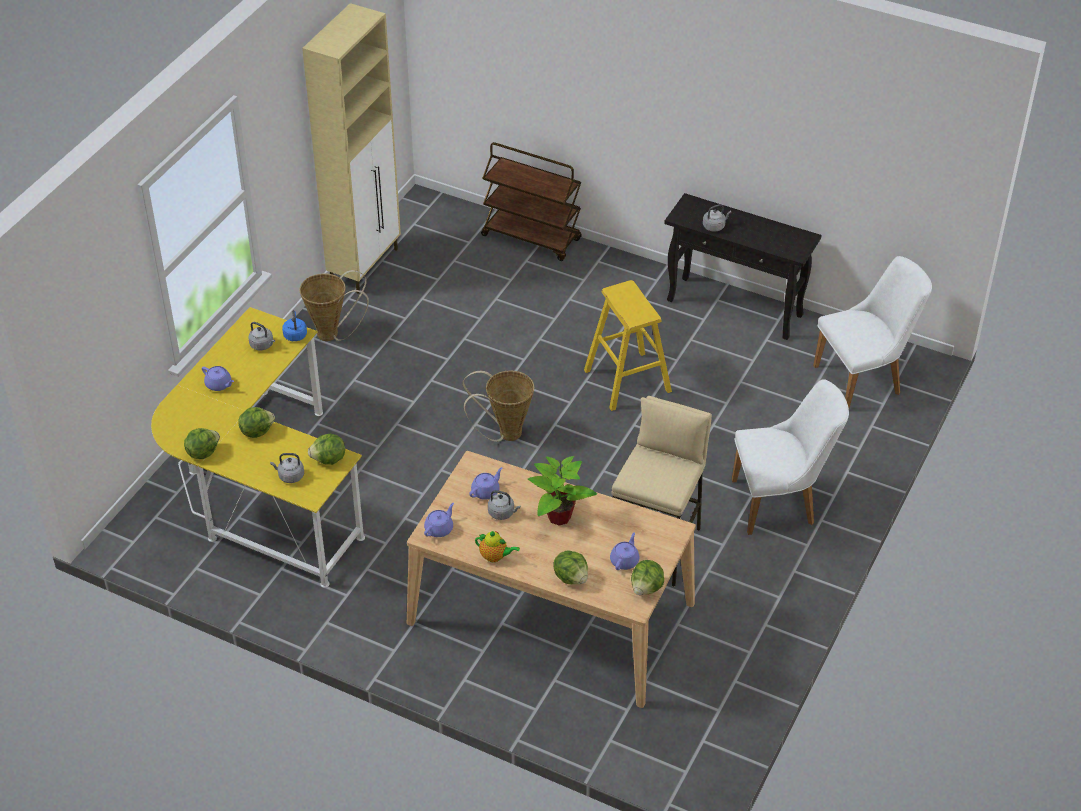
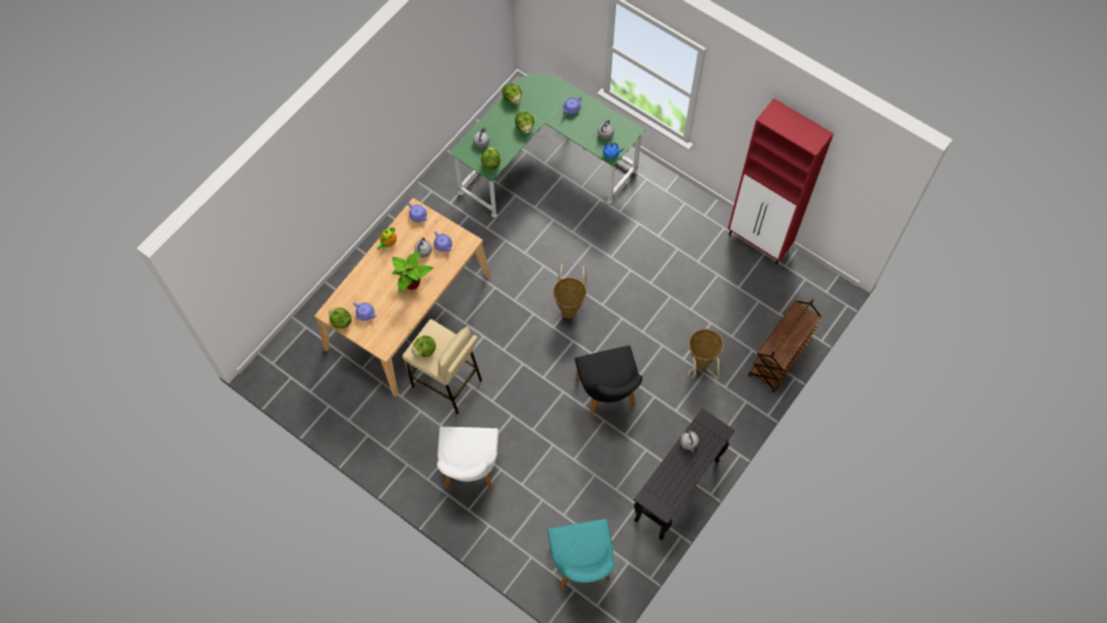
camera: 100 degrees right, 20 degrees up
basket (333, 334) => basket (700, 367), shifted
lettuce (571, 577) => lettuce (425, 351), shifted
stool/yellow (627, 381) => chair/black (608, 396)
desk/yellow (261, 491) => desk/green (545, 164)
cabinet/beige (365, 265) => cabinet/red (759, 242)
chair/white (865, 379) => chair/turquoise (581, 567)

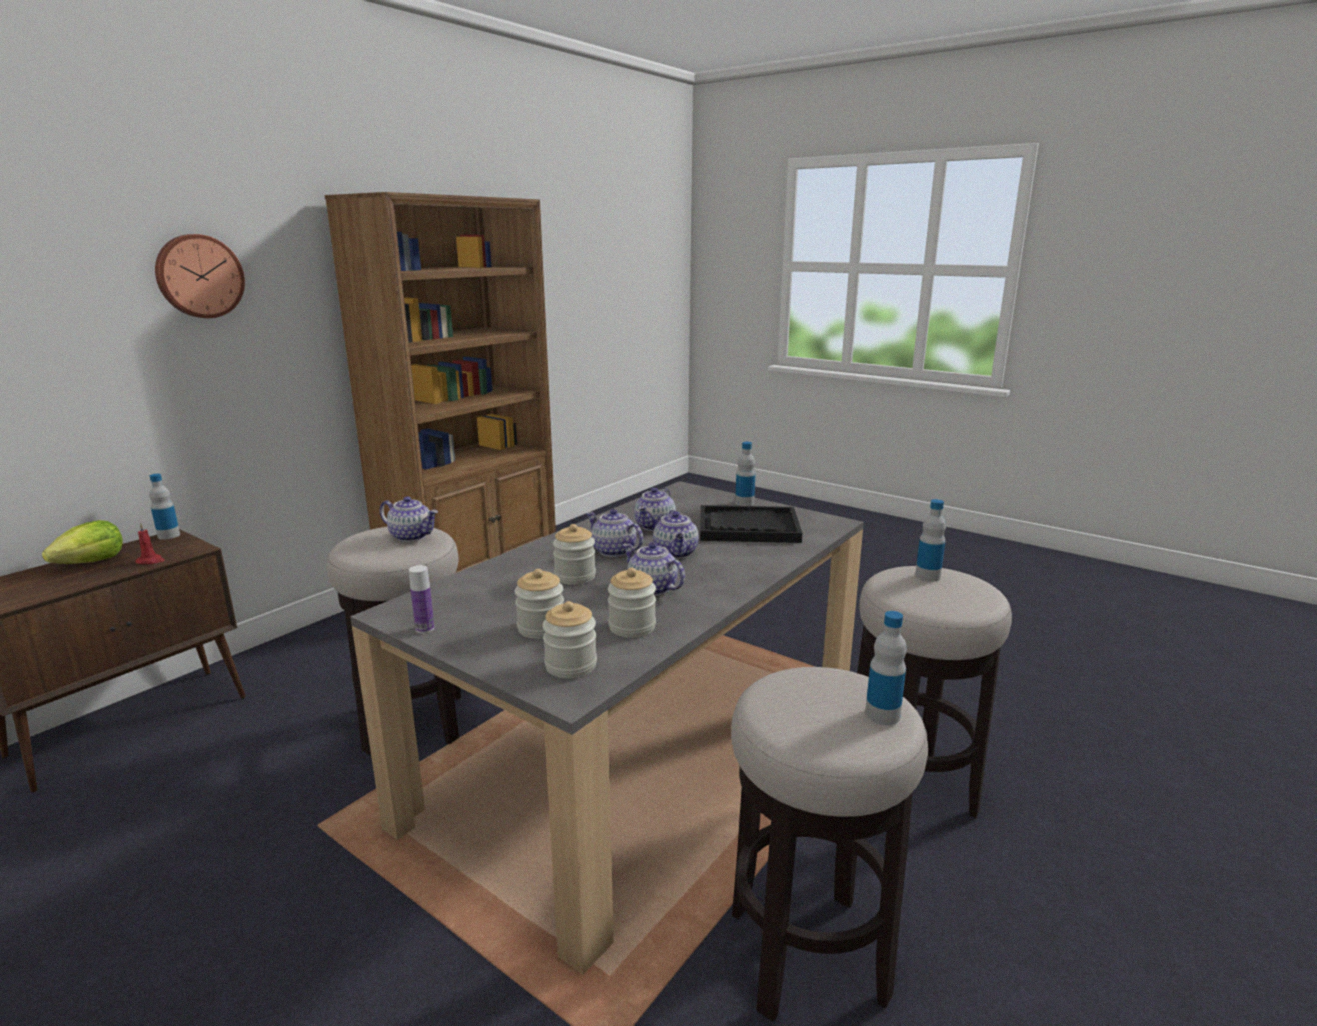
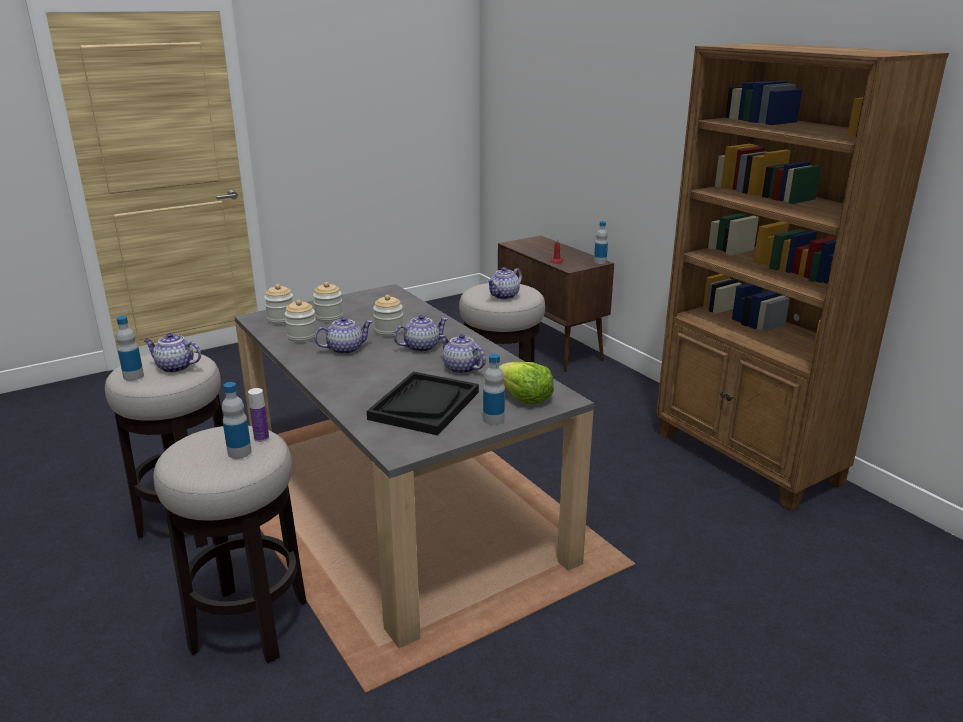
camera: 110 degrees right, 5 degrees up
wall clock (199, 276) => nothing
lettuce (91, 562) => lettuce (524, 398), shifted
bottle (425, 629) => bottle (261, 438), shifted
teapot (676, 553) => teapot (174, 367), shifted

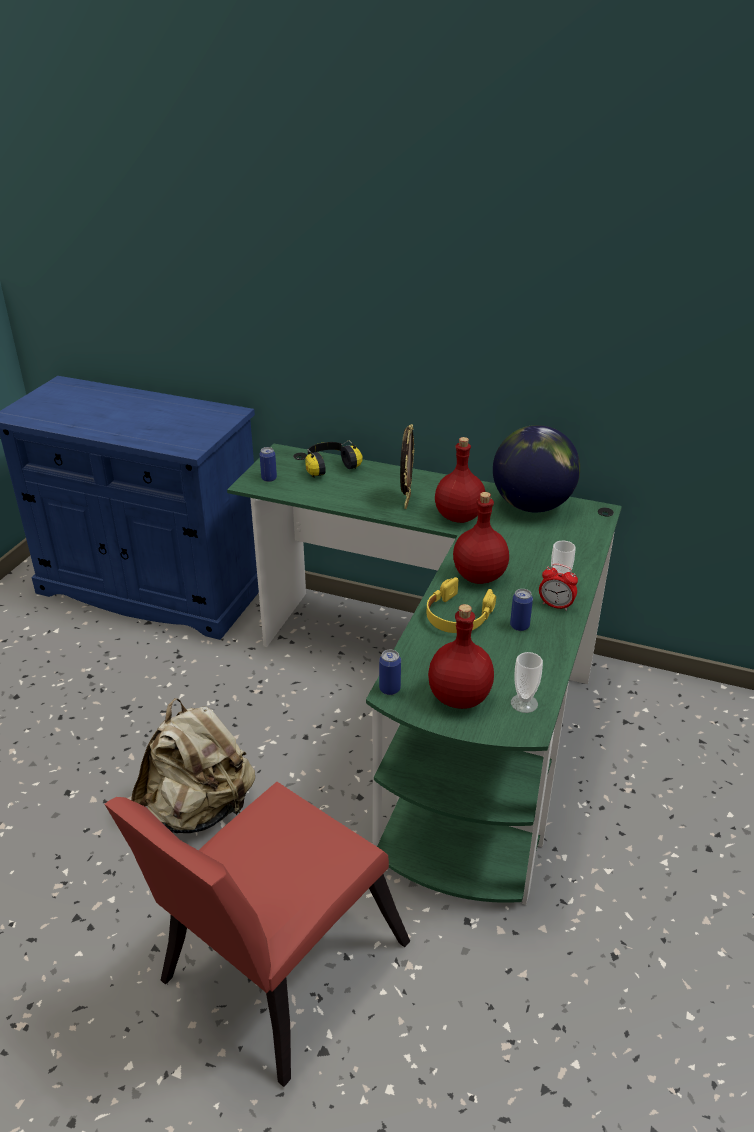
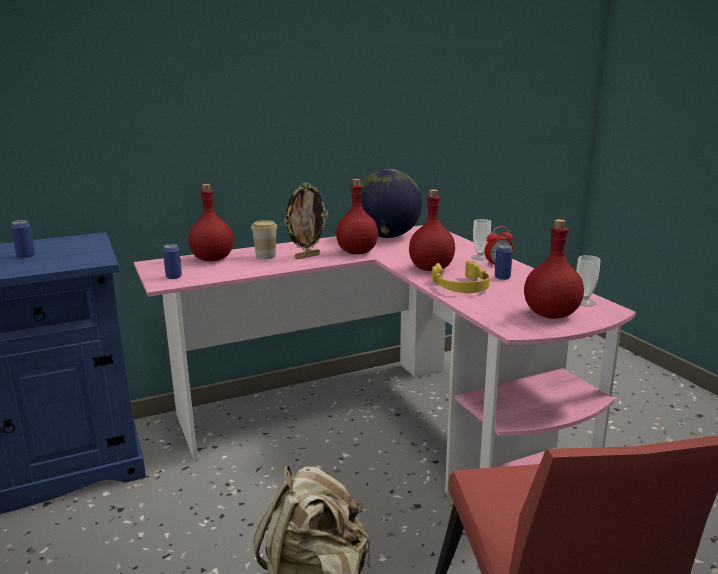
camera: 45 degrees left, 15 degrees down
nothing => cup (265, 256)
can (389, 689) => can (26, 256), shifted
headphones (330, 467) => bottle/red (212, 259)
desk/green (442, 709) => desk/pink (386, 426)
picture frame (406, 501) => picture frame (307, 256), 90 degrees clockwise

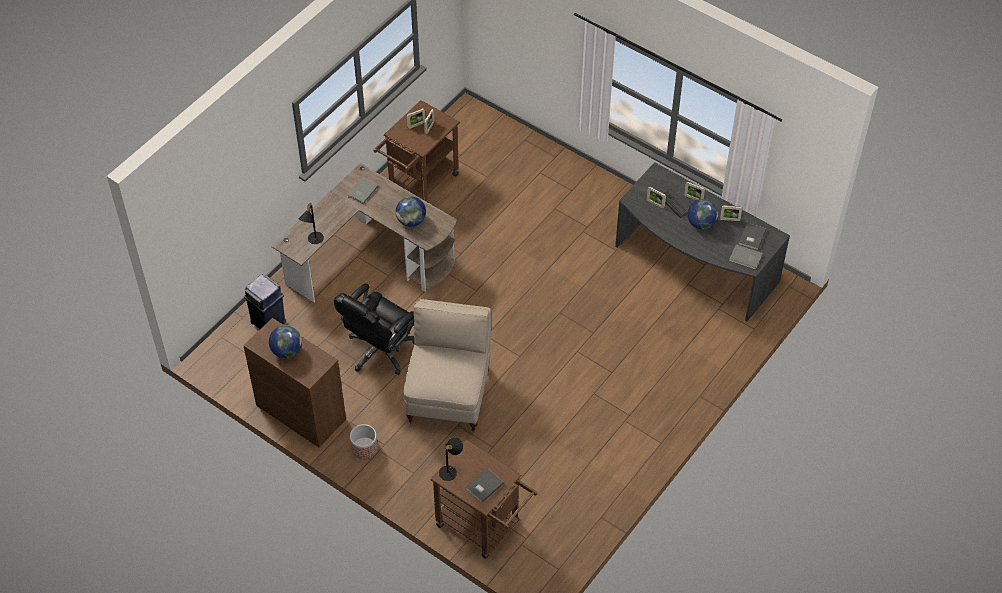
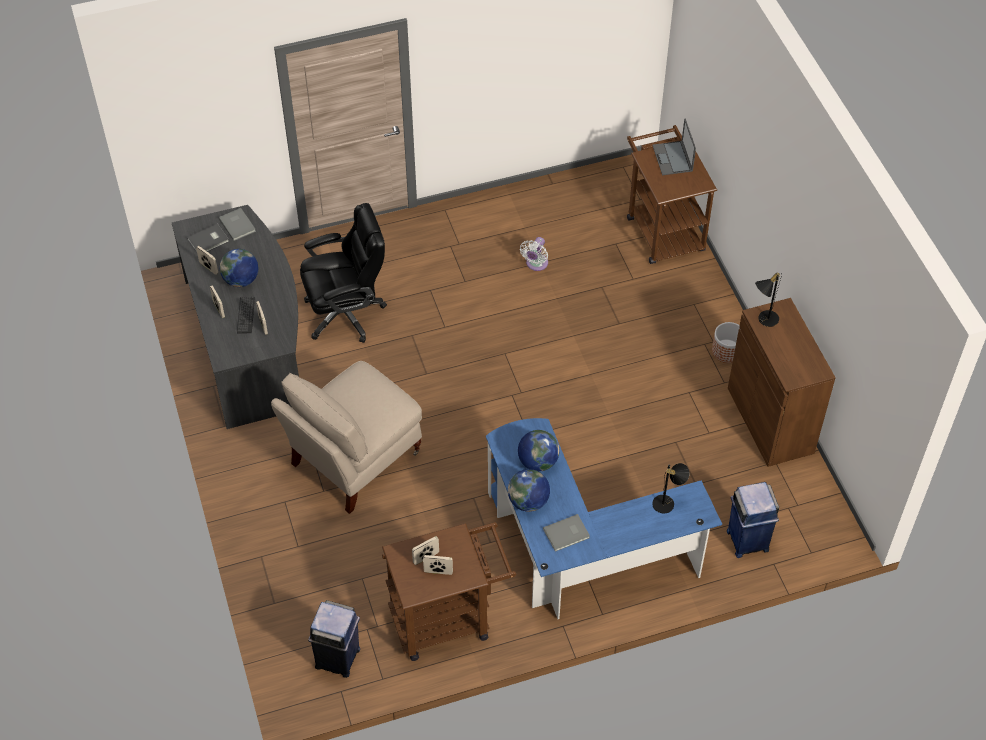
camera: 145 degrees left, 0 degrees up
nothing => trash can/blue (338, 658)
nothing => fan/white (536, 264)
globe (287, 351) => globe (528, 501), shifted
office chair/black (380, 350) => office chair/black (346, 313), shifted
chair/beige (449, 395) => chair/beige (354, 460), shifted
table lamp/black (450, 471) => table lamp/black (764, 318), shifted
book/grey (483, 486) => laptop (673, 158)
desk/brown (371, 258) => desk/blue (578, 552)

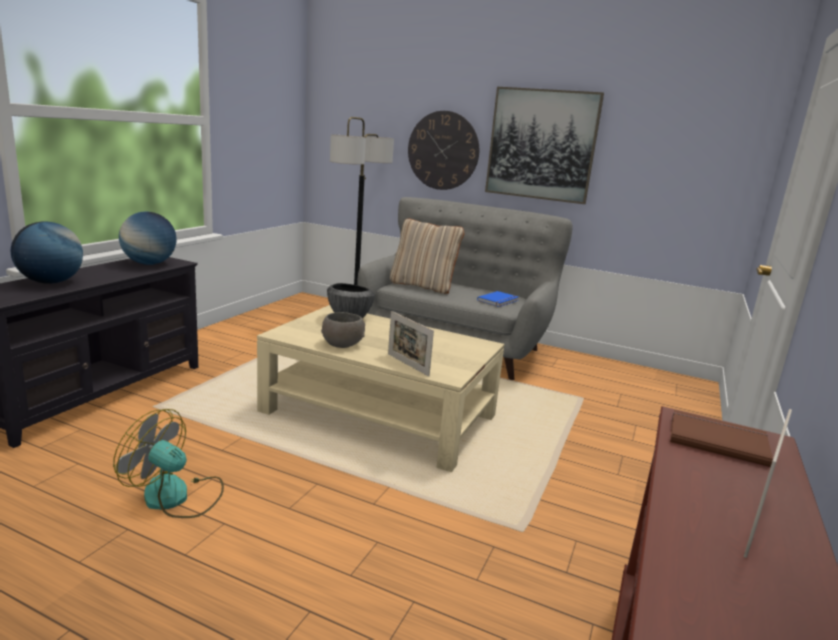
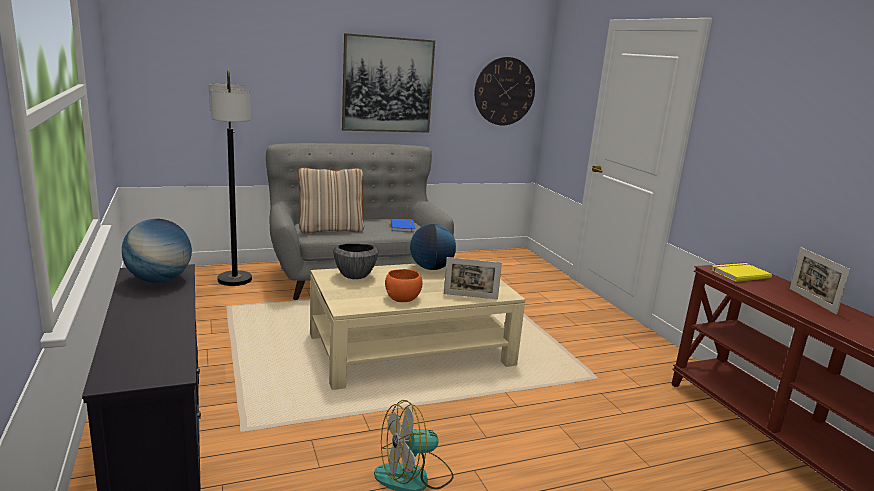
camera: 45 degrees left, 0 degrees up
globe (51, 282) => globe (431, 268), shifted
wall clock (443, 150) => wall clock (504, 91), shifted
bowl/grey (342, 344) => bowl/orange (402, 298)
book/brown (717, 439) => book/yellow (739, 274)

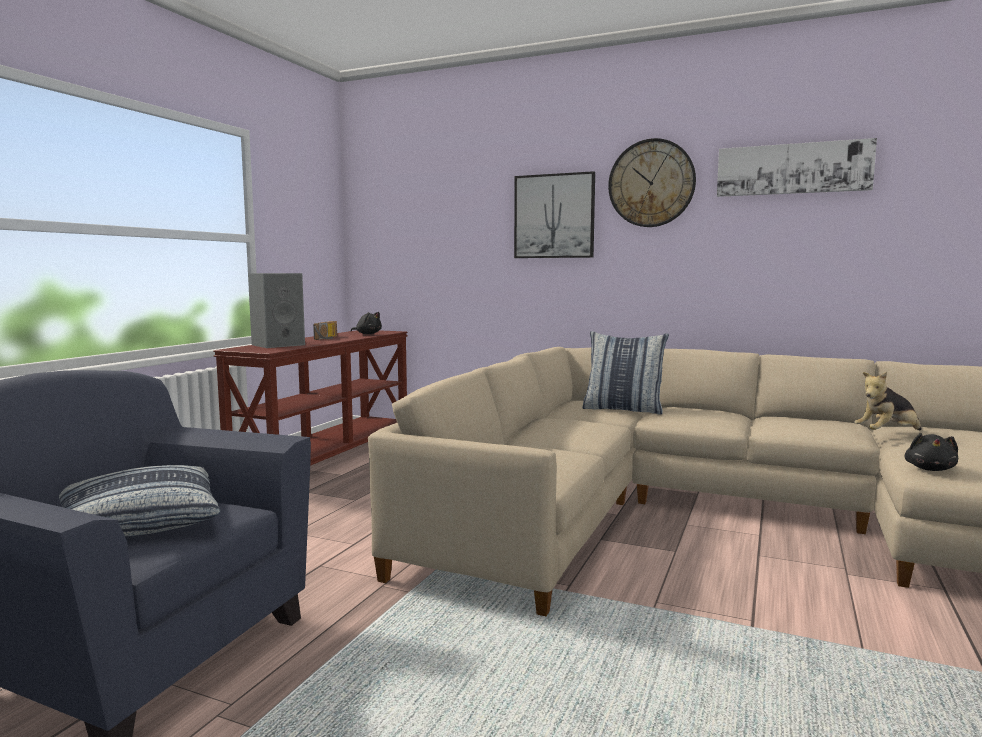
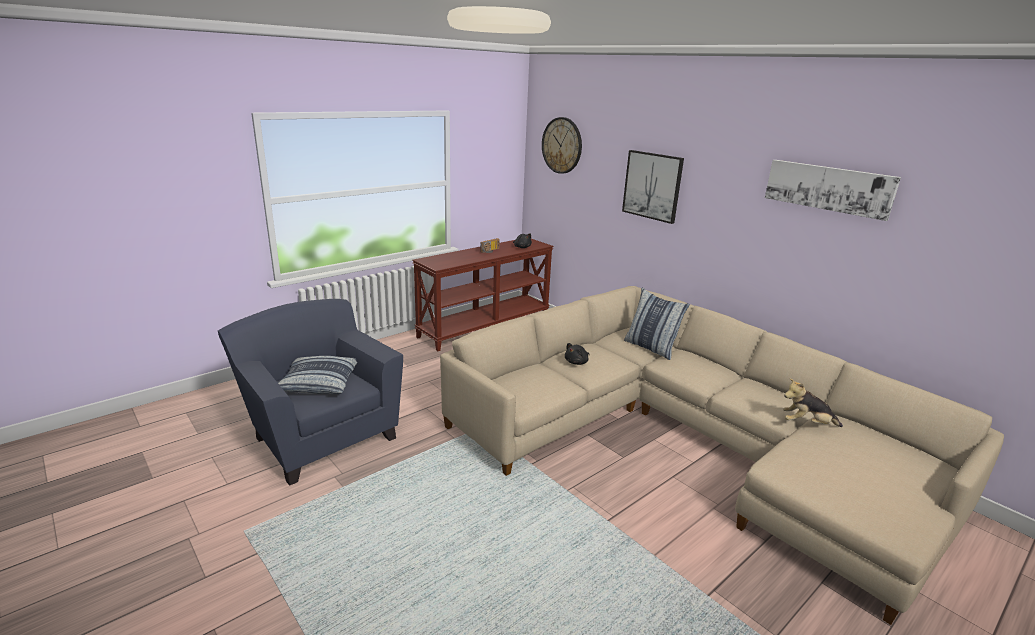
camera: 25 degrees right, 15 degrees up
speaker/grey (279, 345) => nothing
wall clock (651, 183) => wall clock (562, 145), shifted
plush toy/black (930, 469) => plush toy/black (577, 362), shifted

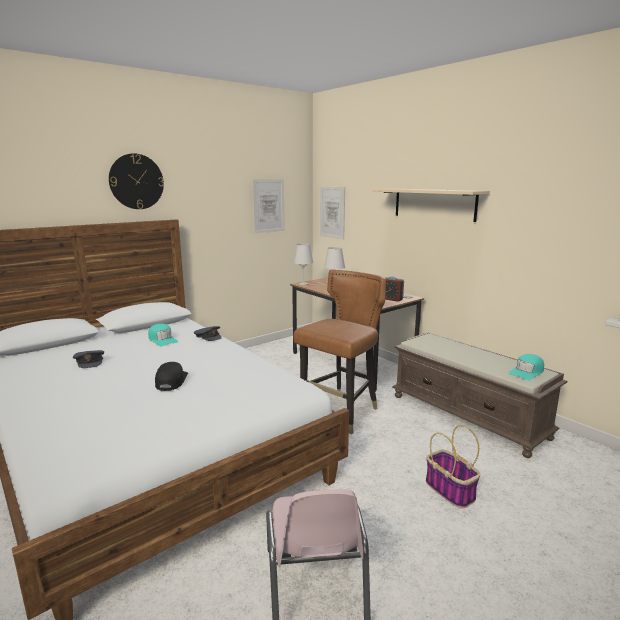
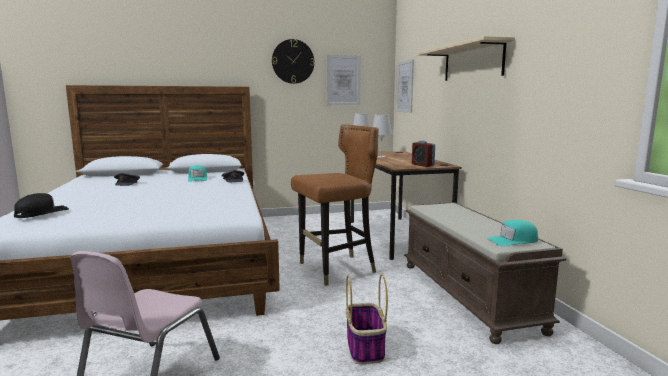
camera: 25 degrees right, 5 degrees down
wall clock (136, 181) => wall clock (293, 61), shifted
cap/black (171, 381) => cap/black (41, 212), shifted

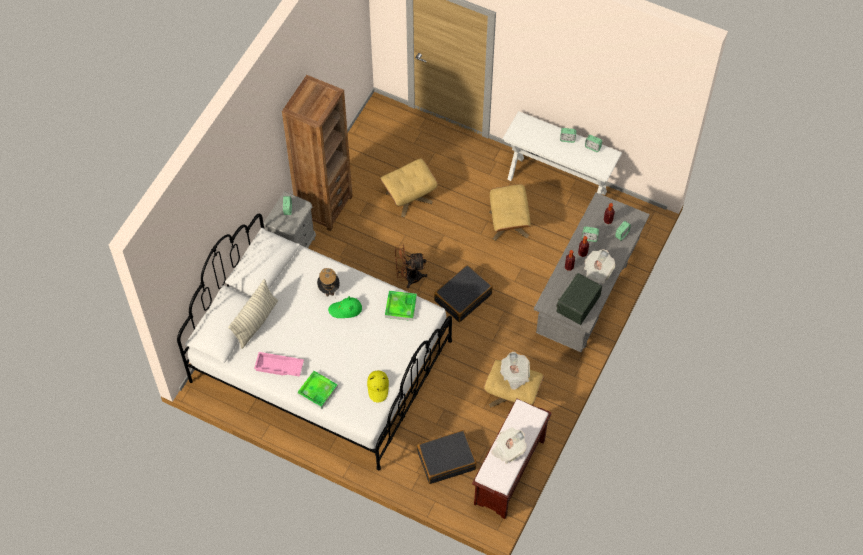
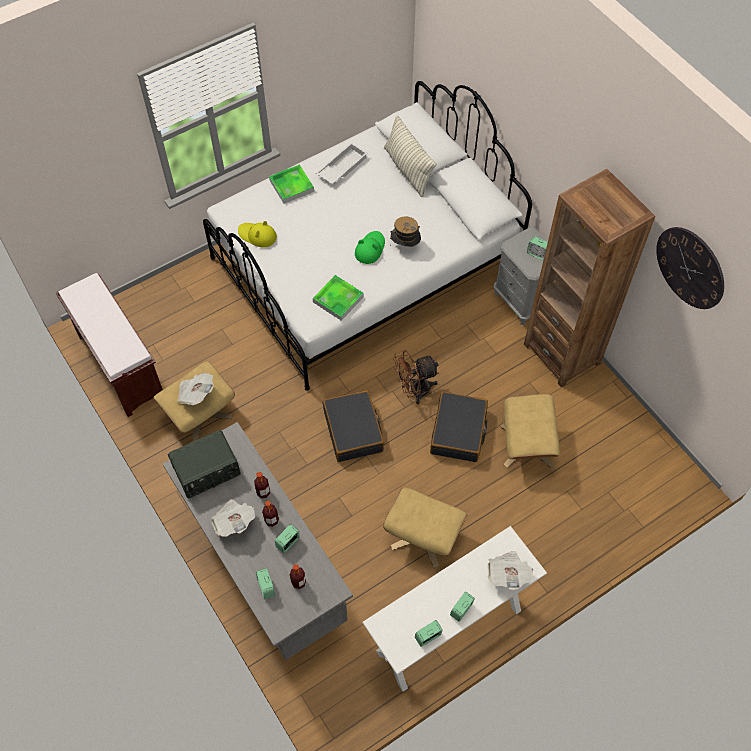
camera: 120 degrees right, 0 degrees up
nothing => wall clock (690, 267)
suitcase/black (446, 460) => suitcase/black (458, 432), shifted
newspaper (508, 449) => newspaper (508, 574), shifted
tray/pink (279, 367) => tray/white (341, 167)
fan/brown (408, 277) => fan/brown (414, 390), 135 degrees counterclockwise
radio (577, 304) => radio (207, 472), 90 degrees clockwise

